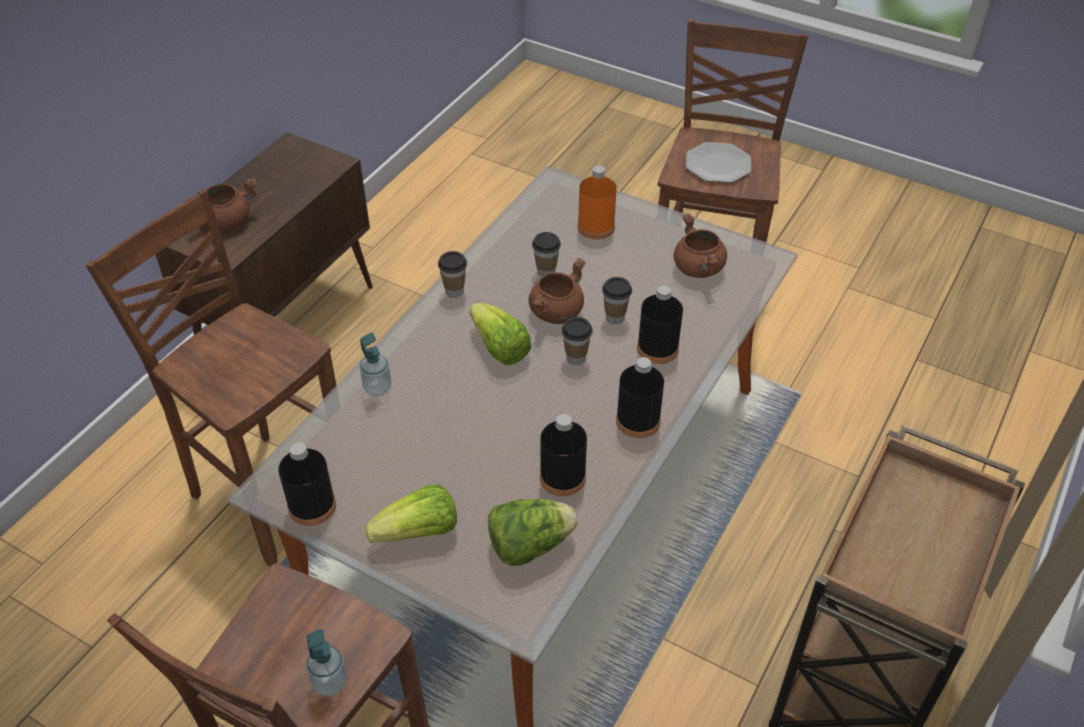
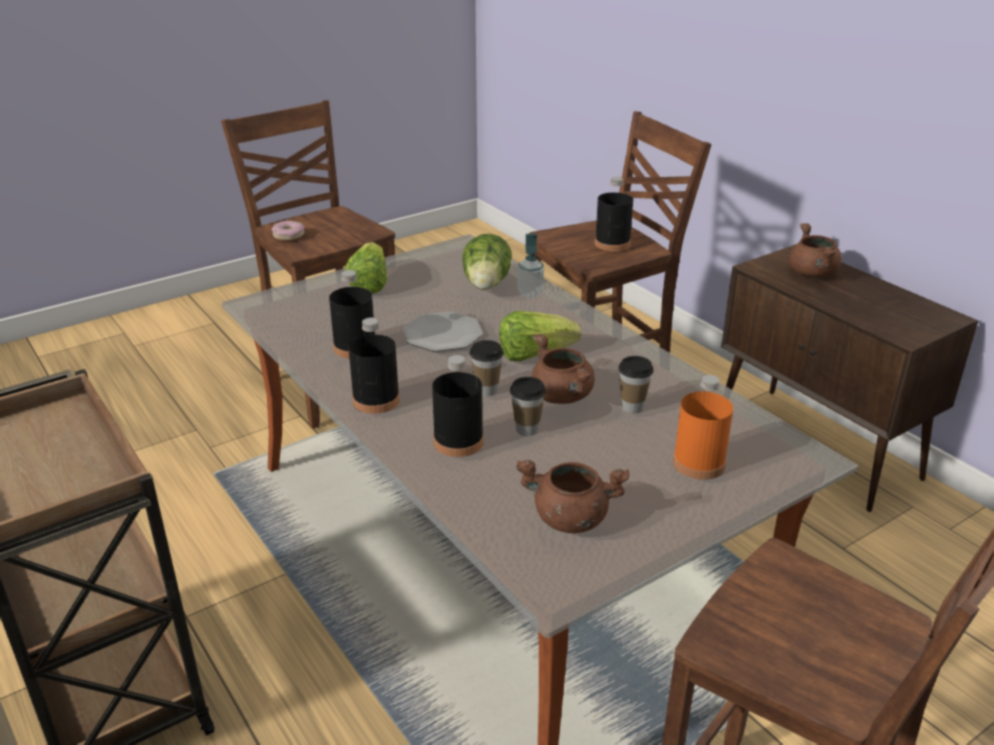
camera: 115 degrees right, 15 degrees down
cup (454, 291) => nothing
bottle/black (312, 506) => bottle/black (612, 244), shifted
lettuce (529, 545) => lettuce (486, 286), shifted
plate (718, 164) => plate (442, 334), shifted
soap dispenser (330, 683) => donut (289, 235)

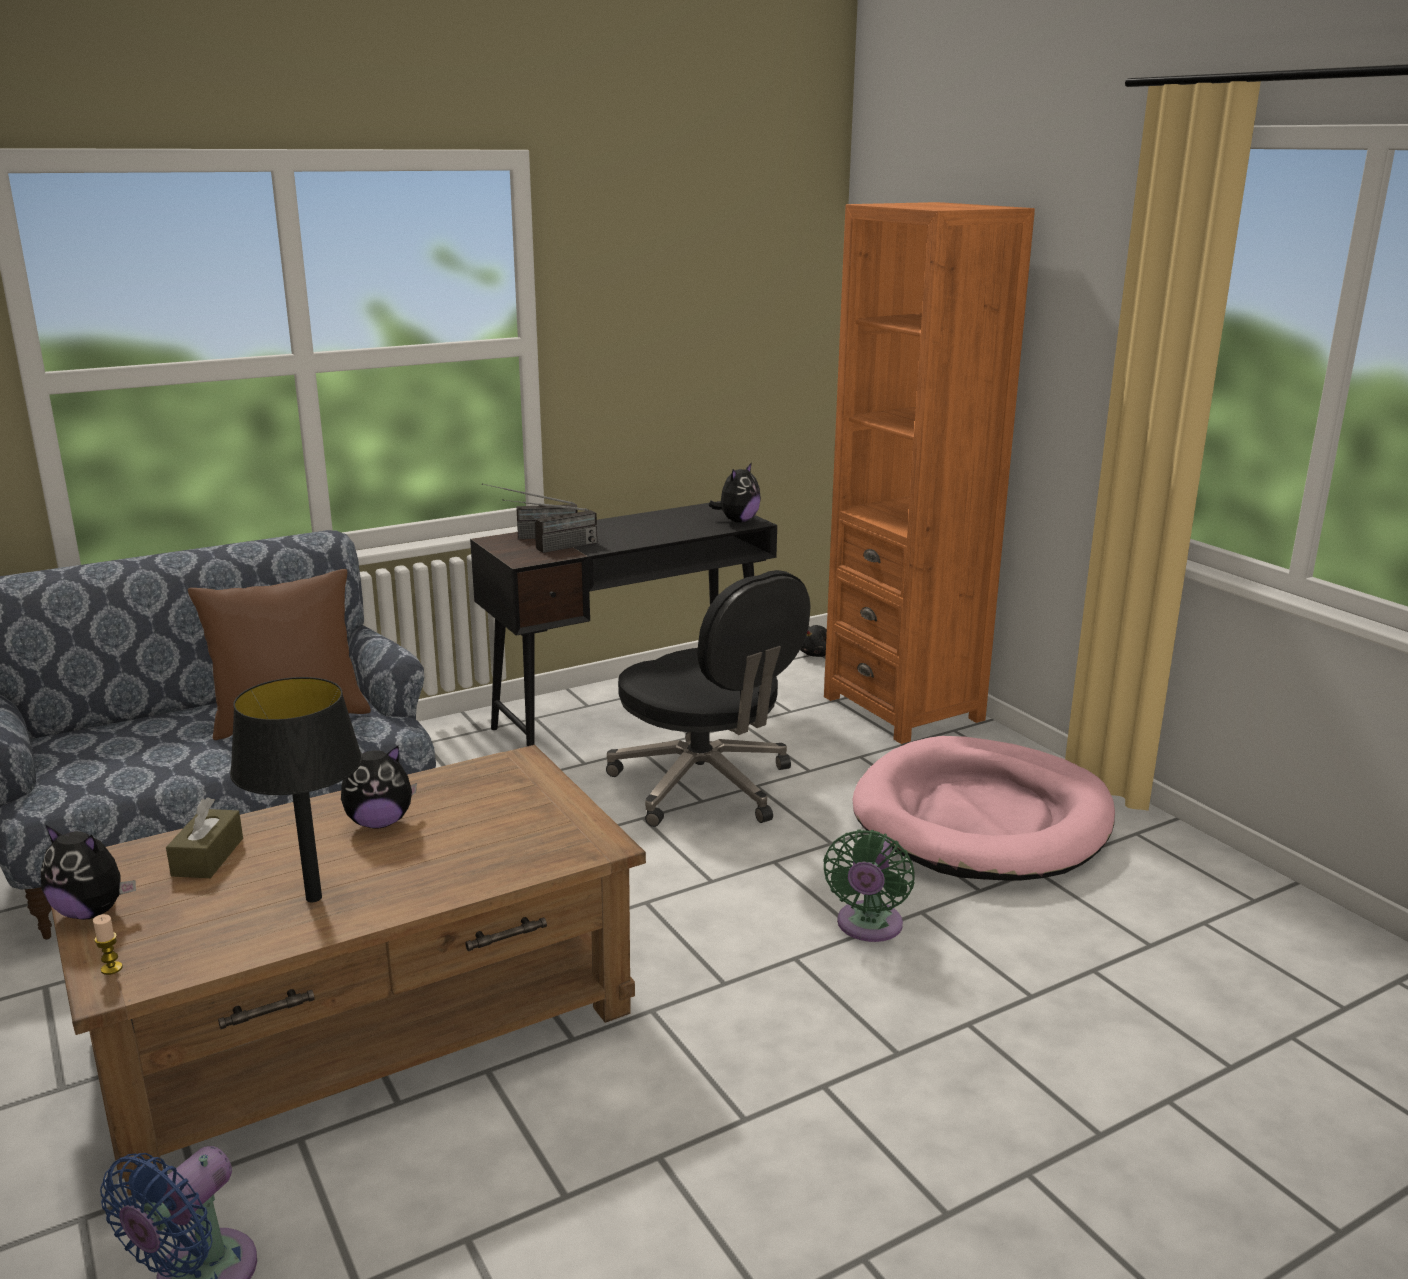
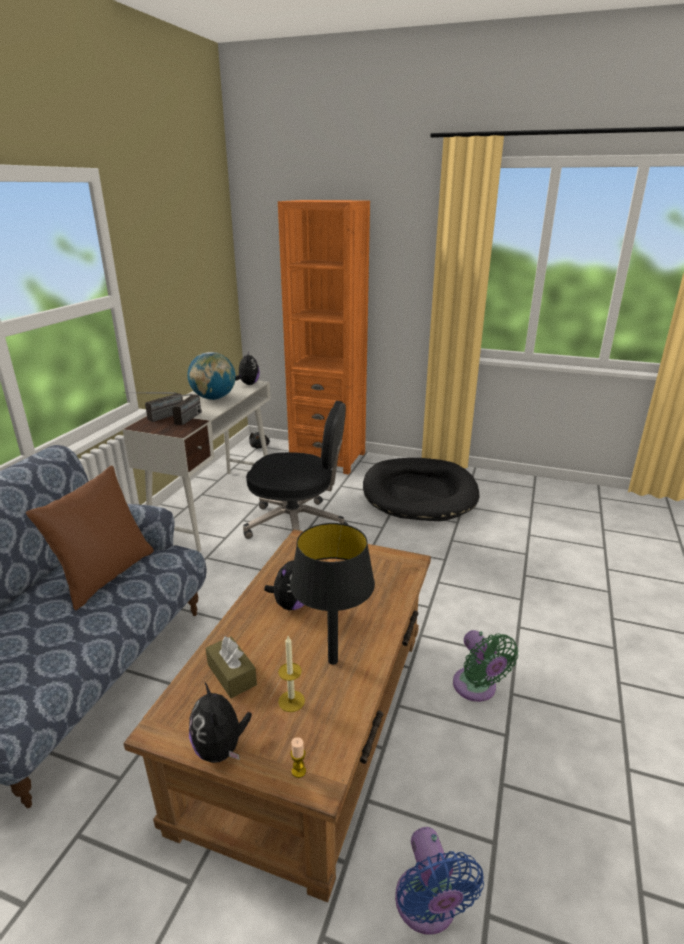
camera: 40 degrees left, 5 degrees up
nothing => globe (214, 398)
nothing => candle (291, 701)
fan/green (868, 927) => fan/green (477, 688), shifted
desk/black (631, 718) => desk/white (216, 506)
dog bed/pink (982, 818) => dog bed/black (419, 493)
plush toy (92, 911) => plush toy (221, 749), 90 degrees clockwise

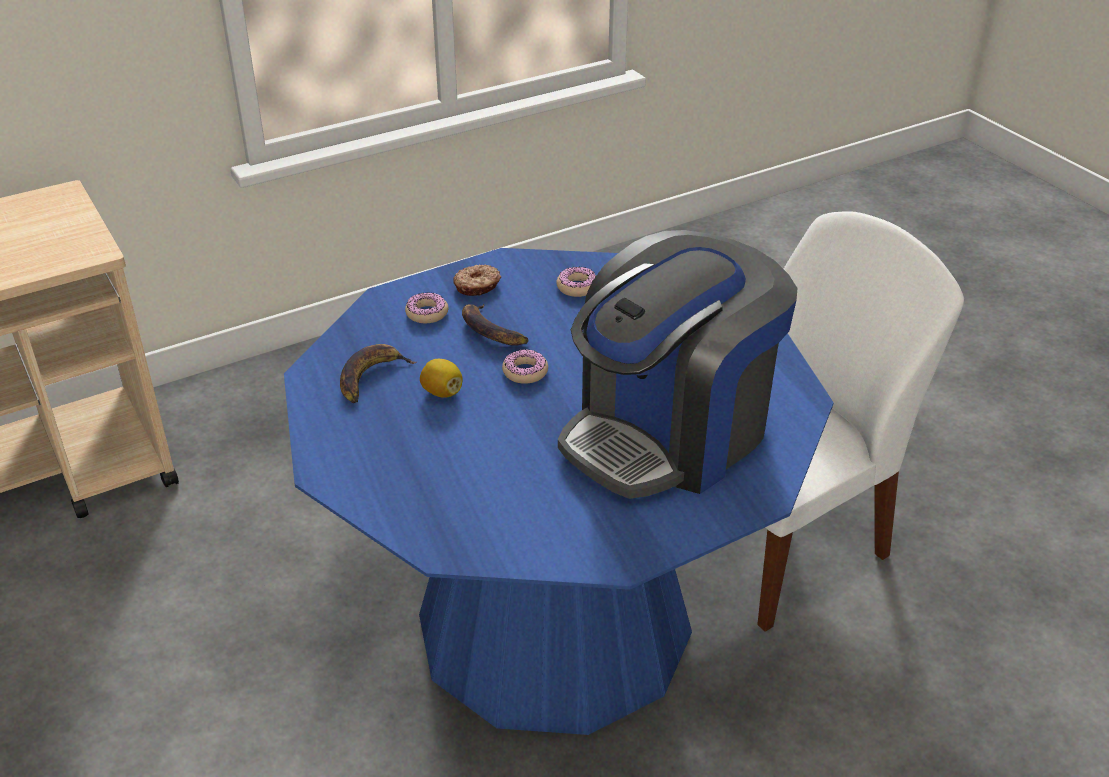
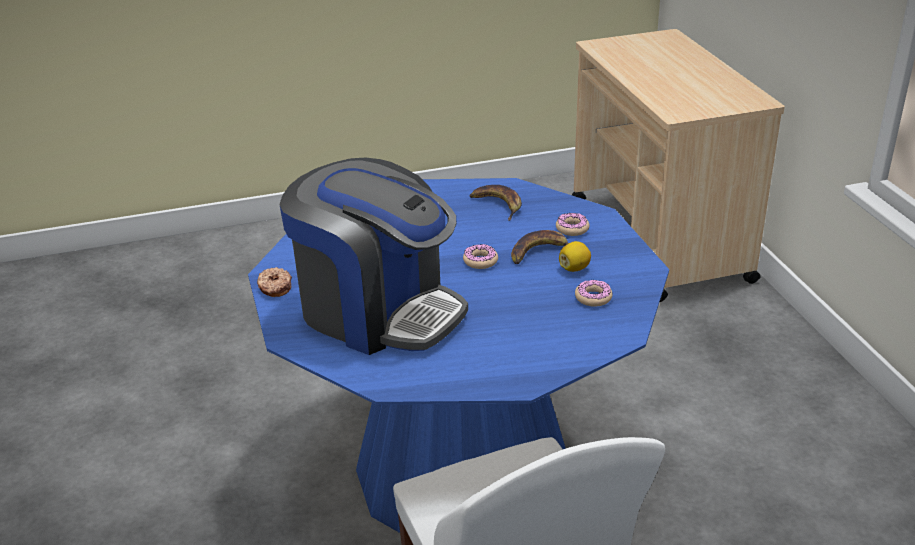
camera: 105 degrees right, 5 degrees down
lemon (442, 392) => lemon (574, 268), shifted
donut (477, 286) => donut (274, 287), shifted
coffee machine (669, 433) => coffee machine (378, 311), 150 degrees clockwise

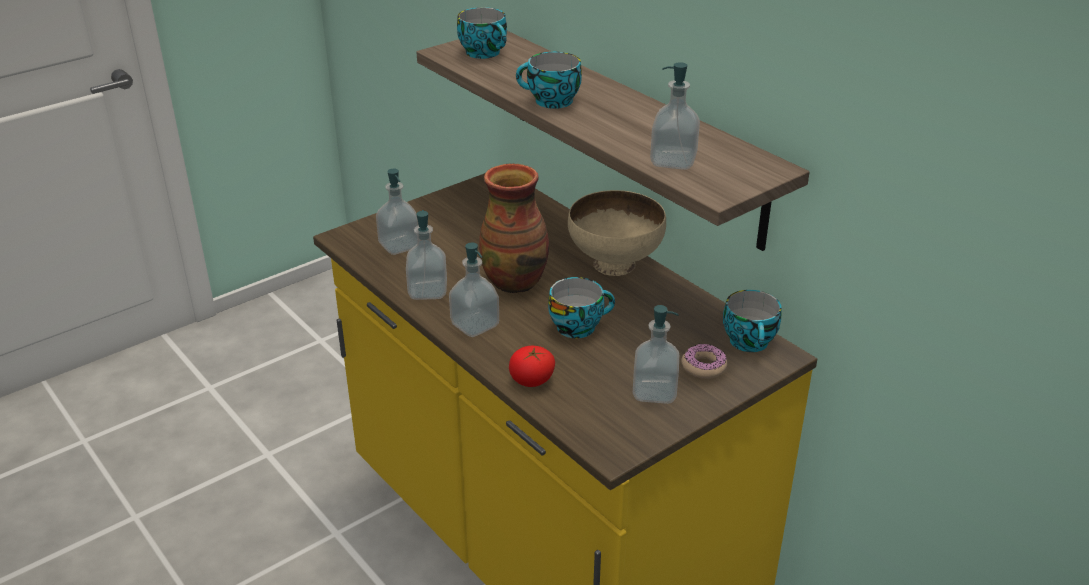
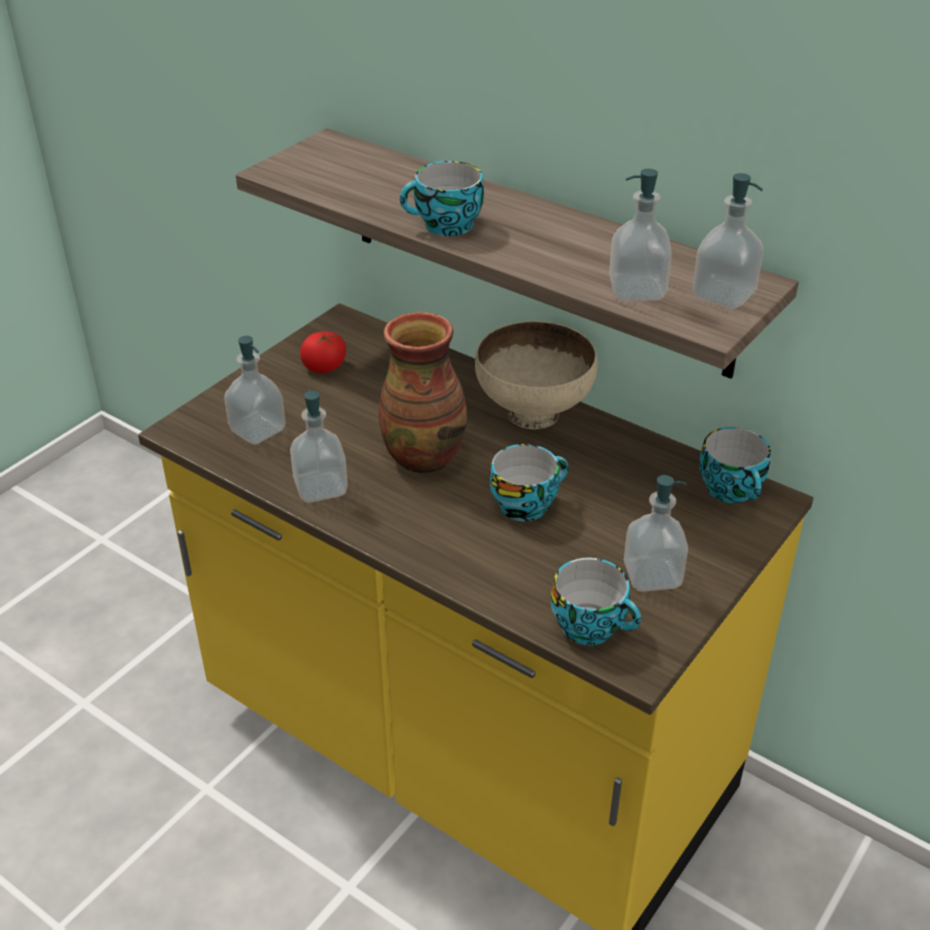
camera: 15 degrees left, 5 degrees up
donut (703, 367) => nothing
soap dispenser (475, 325) => soap dispenser (723, 295), shifted
cup (485, 53) => cup (592, 626), shifted
tomato (532, 380) => tomato (324, 367), shifted

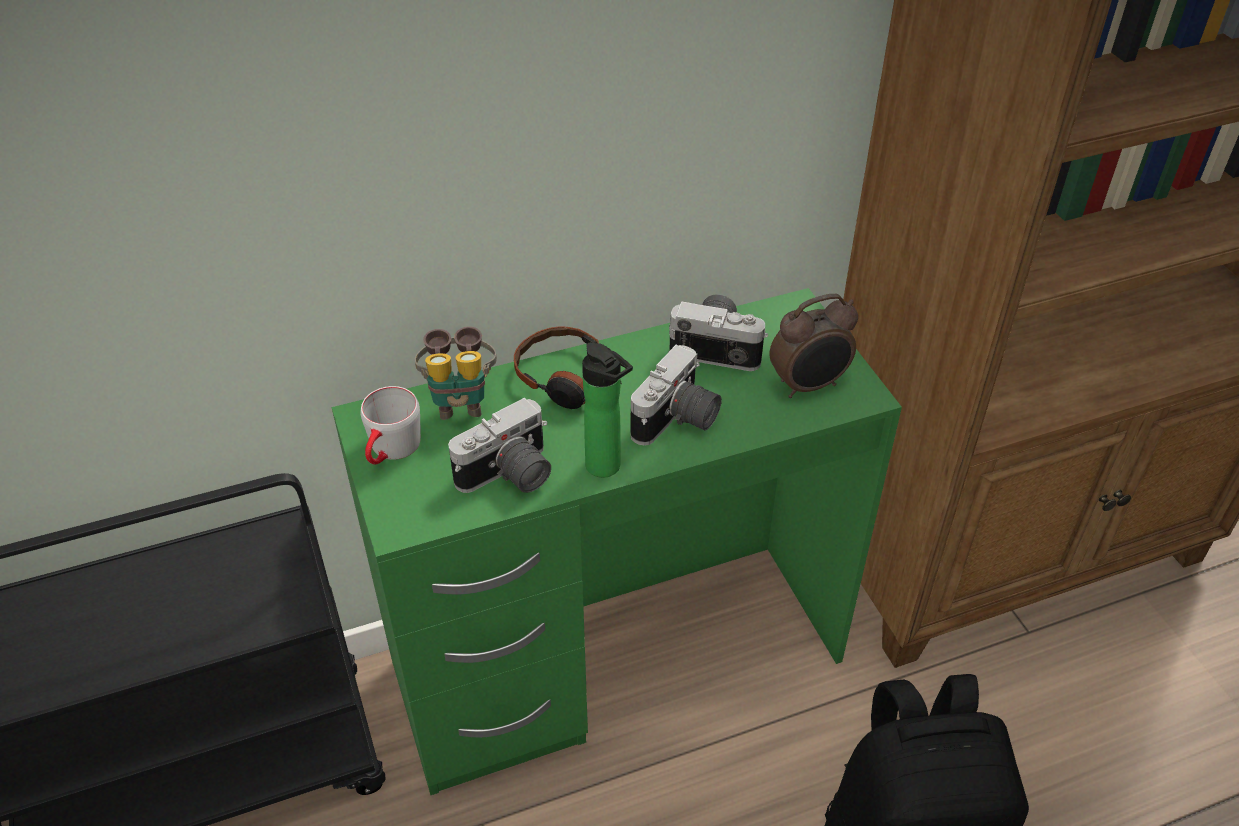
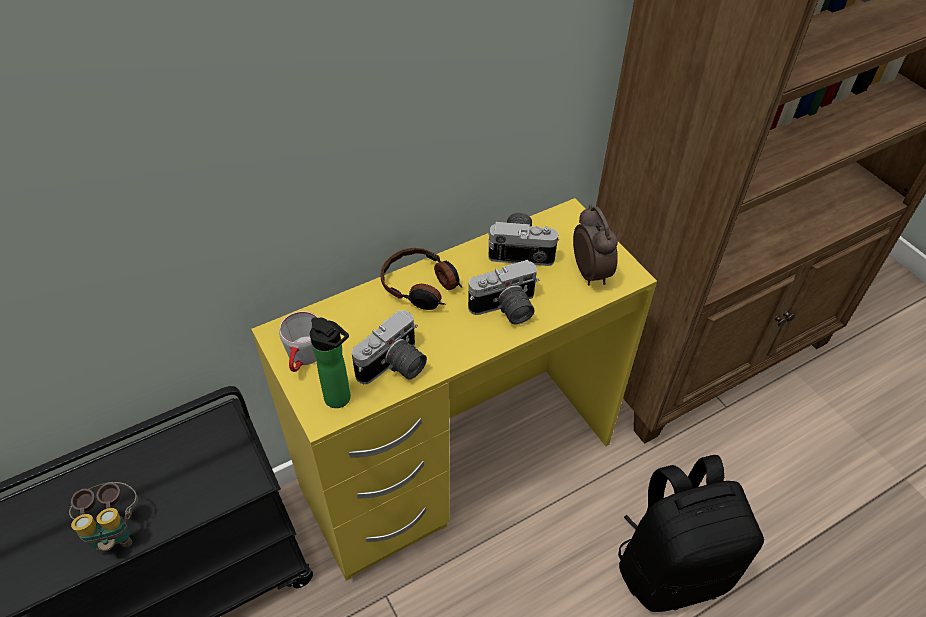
camera: 10 degrees left, 5 degrees up
binoculars (460, 400) => binoculars (115, 530), shifted
bottle (607, 468) => bottle (340, 400), shifted
desk/green (617, 660) => desk/yellow (458, 464)
photo camera (678, 421) => photo camera (506, 310), 45 degrees clockwise
alarm clock (809, 386) => alarm clock (591, 272), 75 degrees counterclockwise

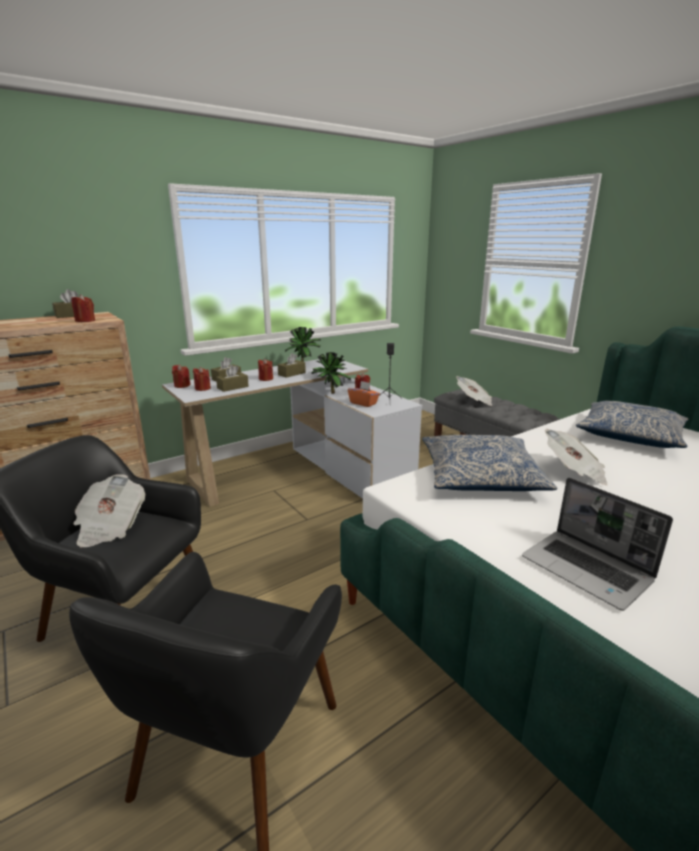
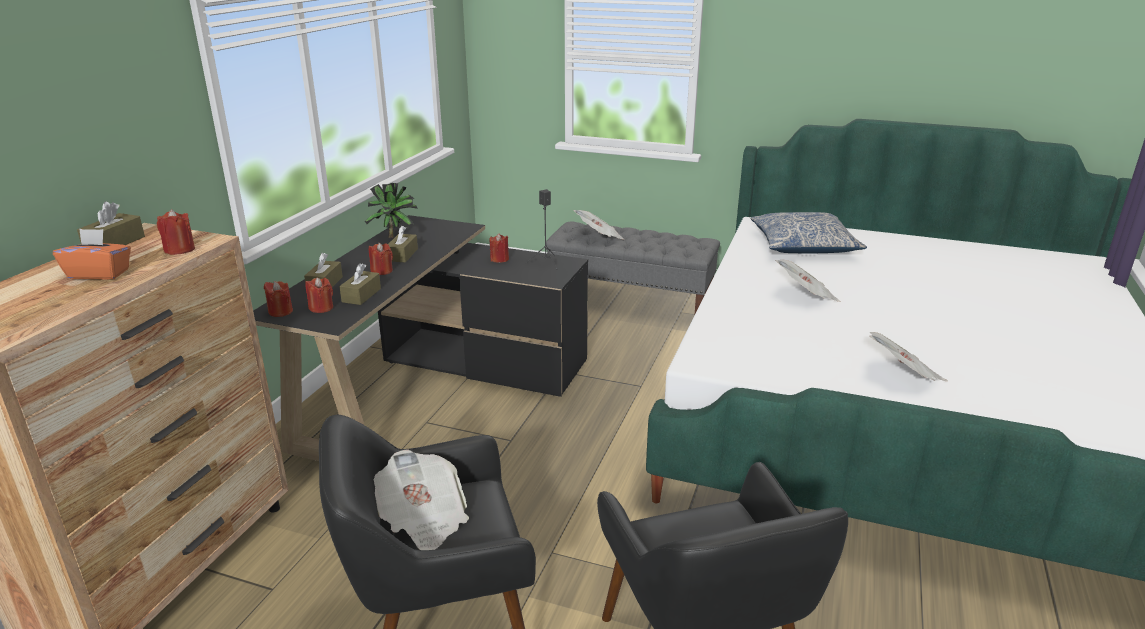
camera: 35 degrees left, 5 degrees up
potted plant (330, 393) => nothing
pillow (481, 476) => nothing
tissue box/orange (363, 403) => tissue box/orange (99, 274), shifted
laptop (588, 570) => newspaper (903, 376)
desk/white (302, 472) => desk/black (433, 387)

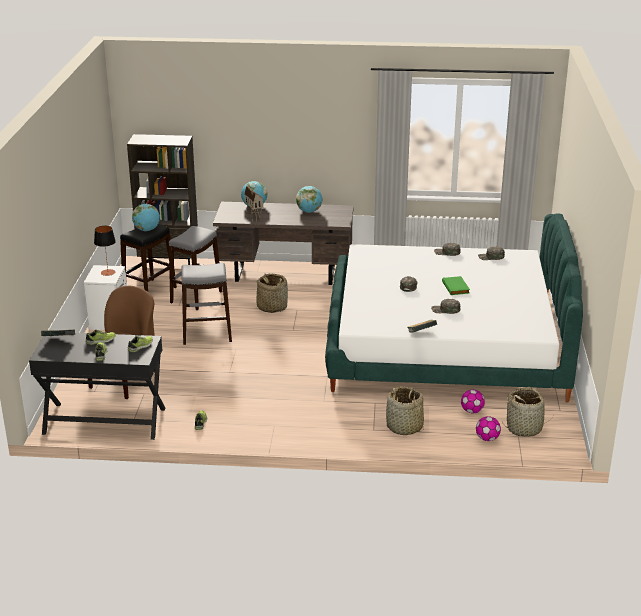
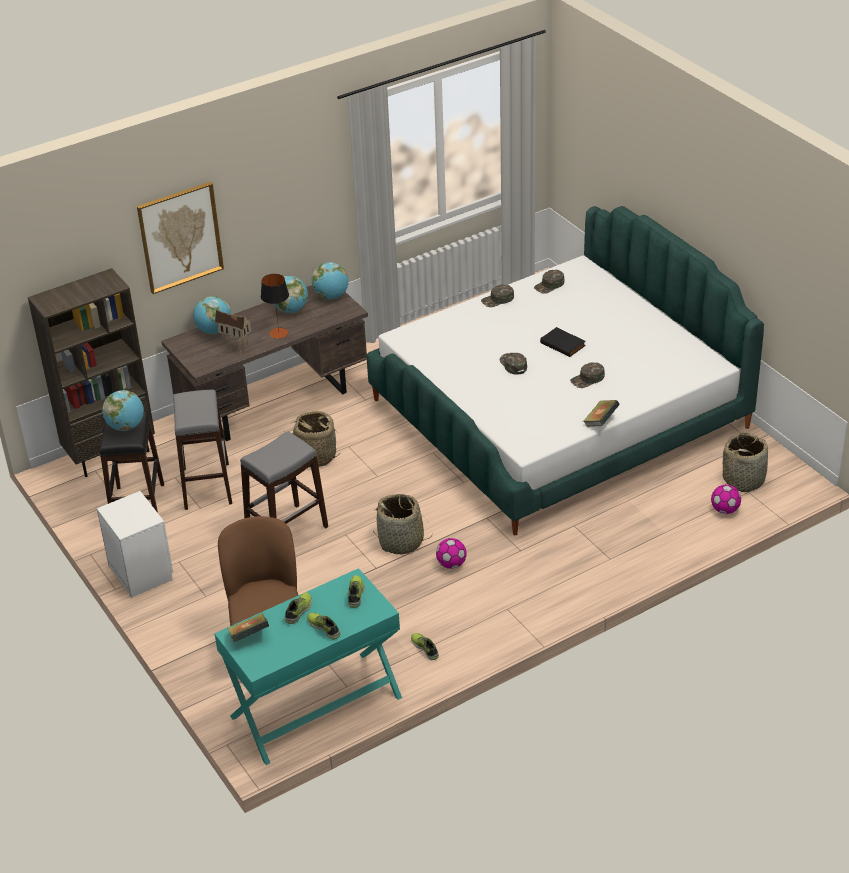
camera: 35 degrees left, 10 degrees up
nothing => picture (180, 237)
nothing => globe (331, 296)
table lamp (108, 272) => table lamp (279, 333), shifted
basket (404, 427) => basket (401, 542), shifted
football (472, 411) => football (451, 564), shifted
desk/black (104, 421) => desk/turquoise (316, 707)
book/green (456, 287) => book/black (563, 344)

